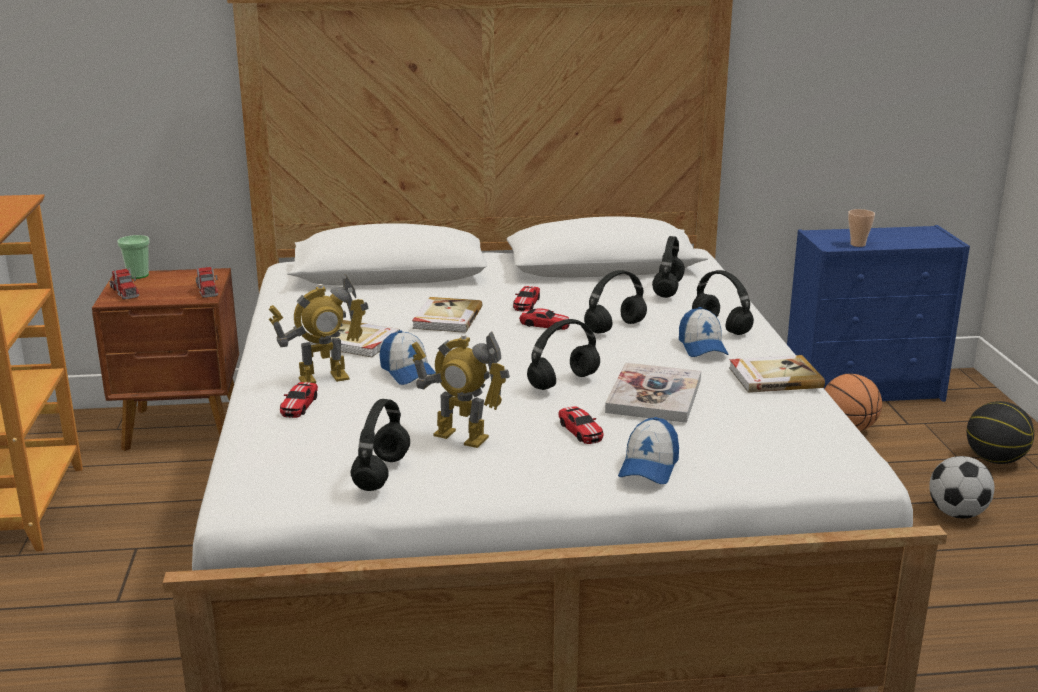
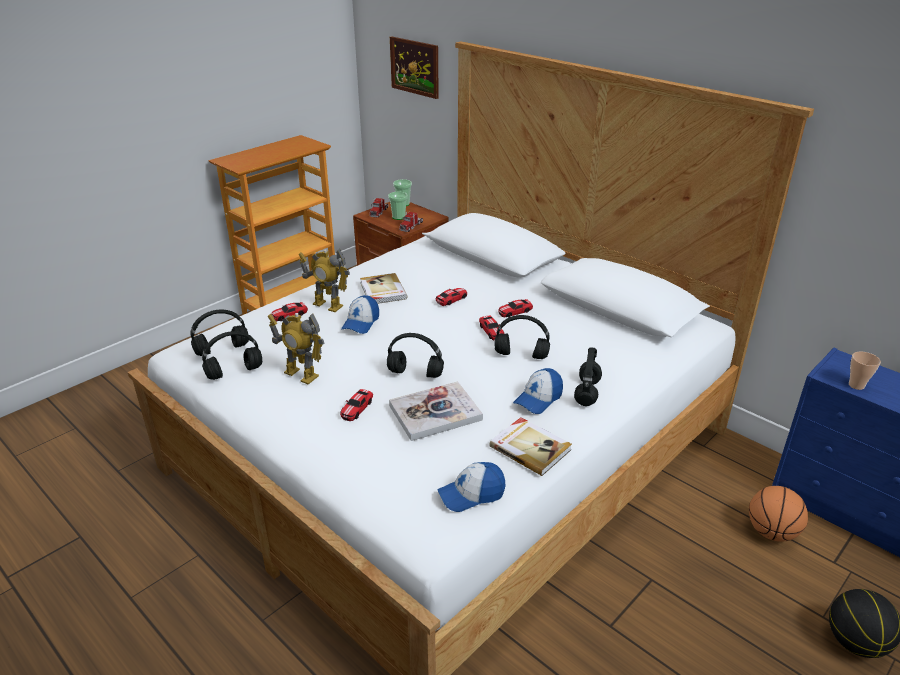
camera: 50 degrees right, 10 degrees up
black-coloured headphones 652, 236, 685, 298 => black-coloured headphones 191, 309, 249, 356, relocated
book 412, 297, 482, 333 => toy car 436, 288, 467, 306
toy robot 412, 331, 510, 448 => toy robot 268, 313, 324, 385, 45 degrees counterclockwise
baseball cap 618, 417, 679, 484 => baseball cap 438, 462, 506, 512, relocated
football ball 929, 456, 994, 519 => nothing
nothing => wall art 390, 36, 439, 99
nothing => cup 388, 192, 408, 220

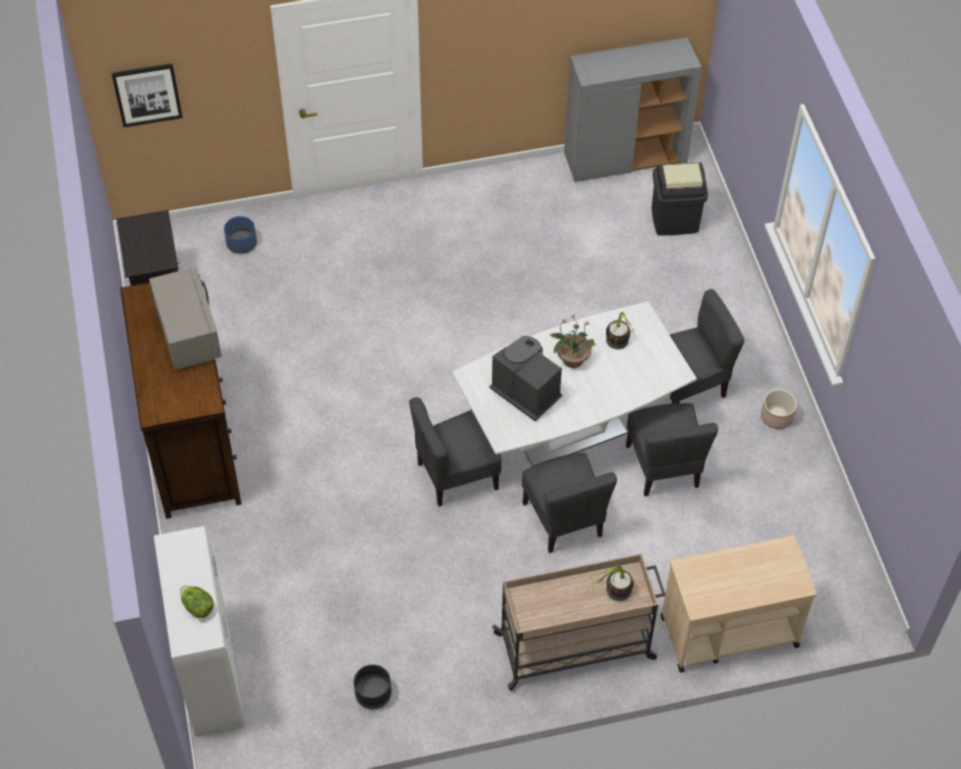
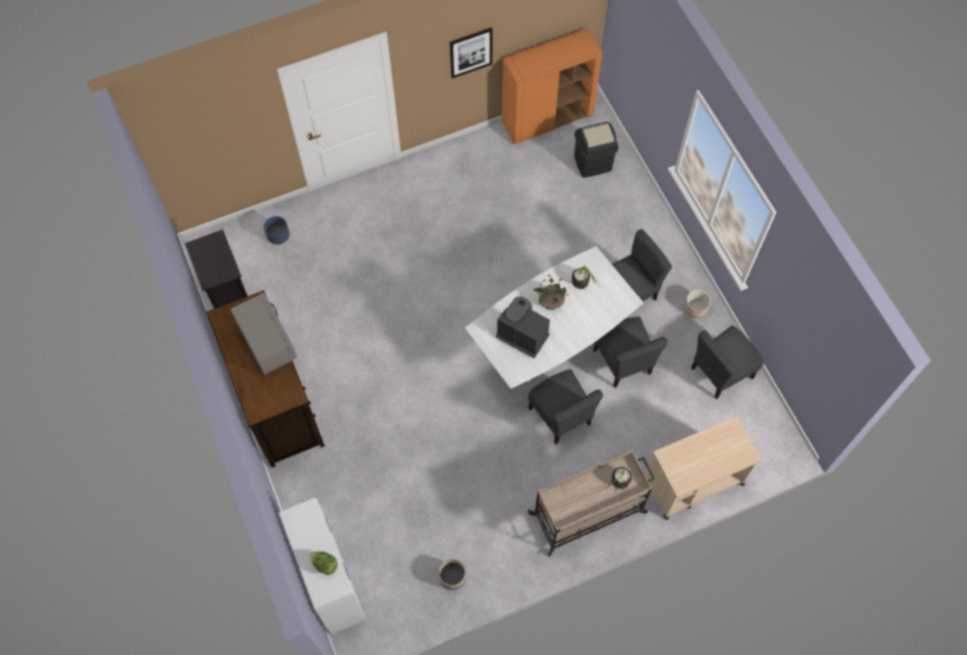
camera: 10 degrees left, 10 degrees up
greyish storage cabinet 564, 37, 702, 182 => orange storage cabinet 502, 29, 602, 145
wall art 111, 63, 183, 127 => wall art 450, 27, 493, 79, relocated
greyish chair 409, 397, 502, 507 => greyish chair 691, 325, 764, 399, relocated
black-coloured flower pot 354, 665, 391, 709 => beige flower pot 439, 559, 466, 590

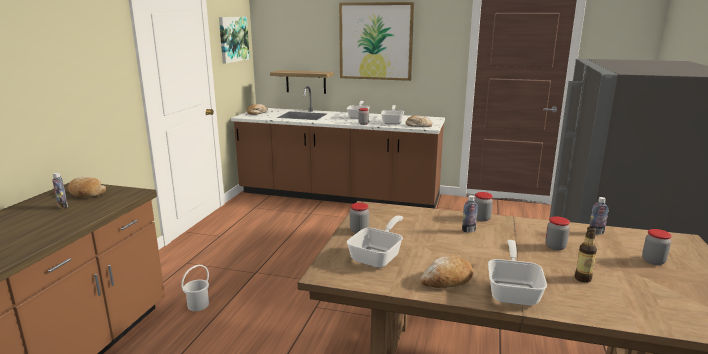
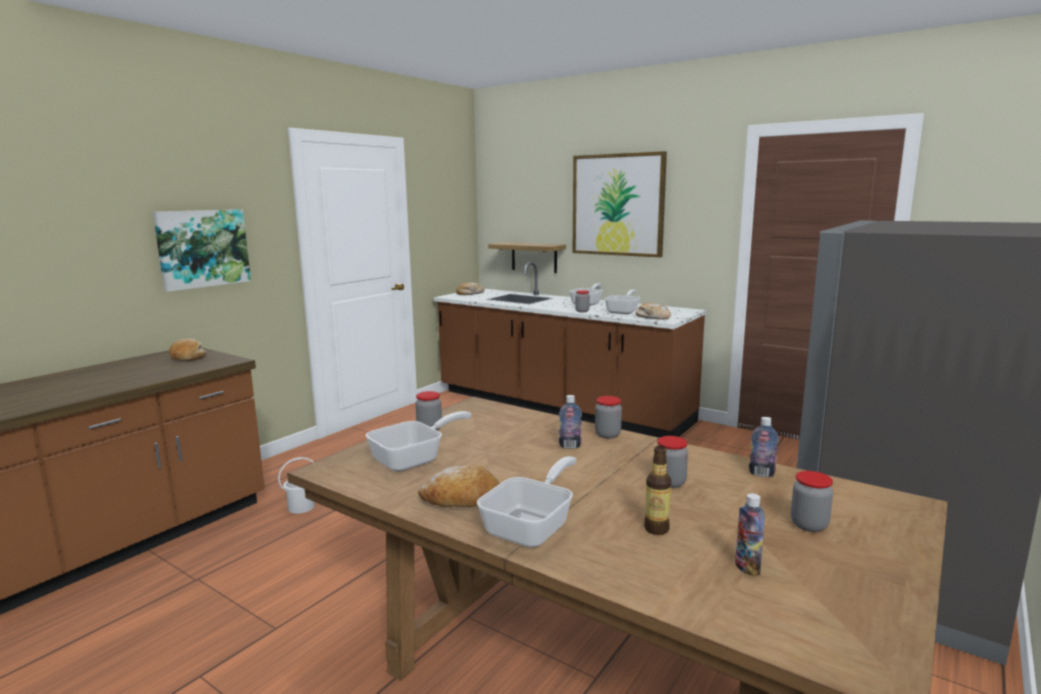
camera: 20 degrees right, 5 degrees down
wall art 219, 17, 250, 64 => wall art 153, 209, 251, 292, relocated
beverage bottle 52, 172, 68, 210 => beverage bottle 735, 493, 765, 576, relocated

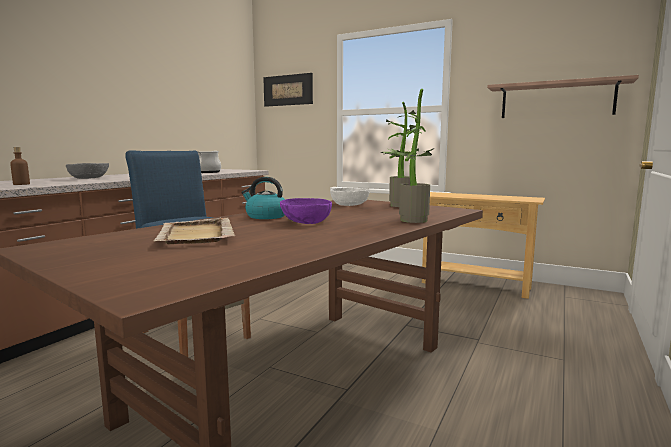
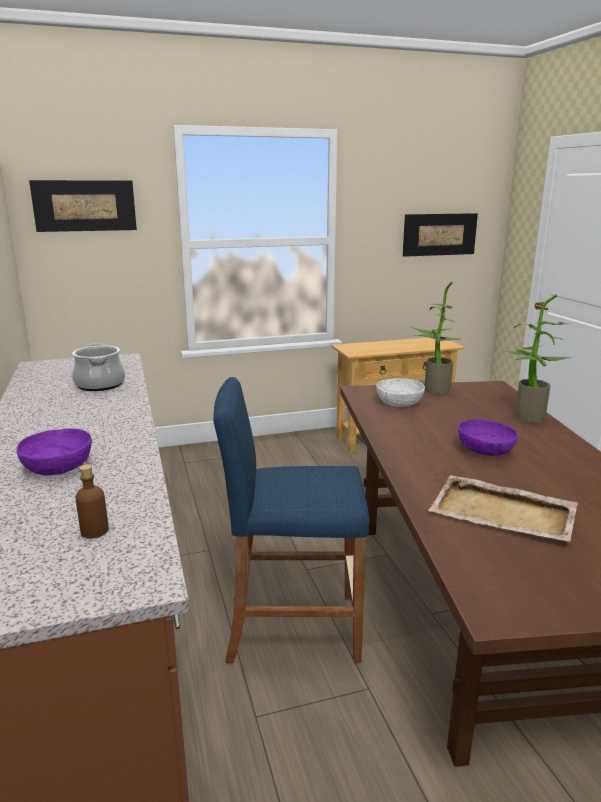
camera: 45 degrees left, 10 degrees up
bracket shelf 487, 75, 639, 118 => wall art 403, 213, 478, 257
greyish deep dish 66, 163, 109, 179 => purplish deep dish 16, 429, 92, 475
kettle 241, 177, 285, 219 => nothing

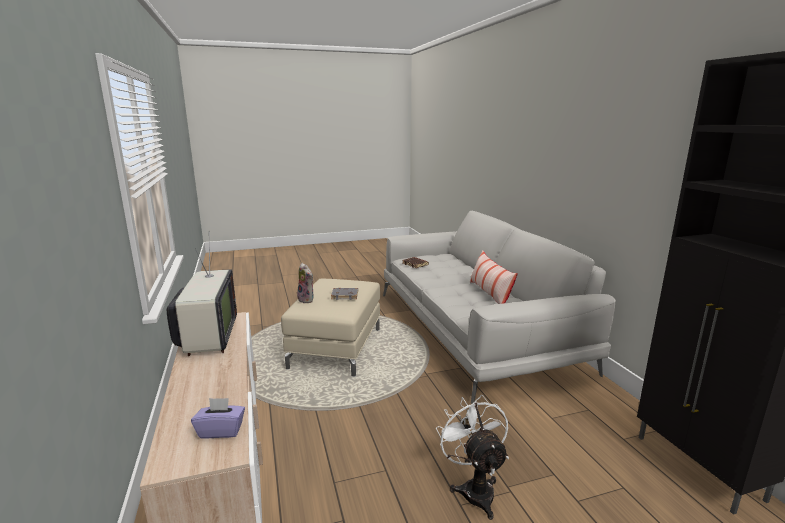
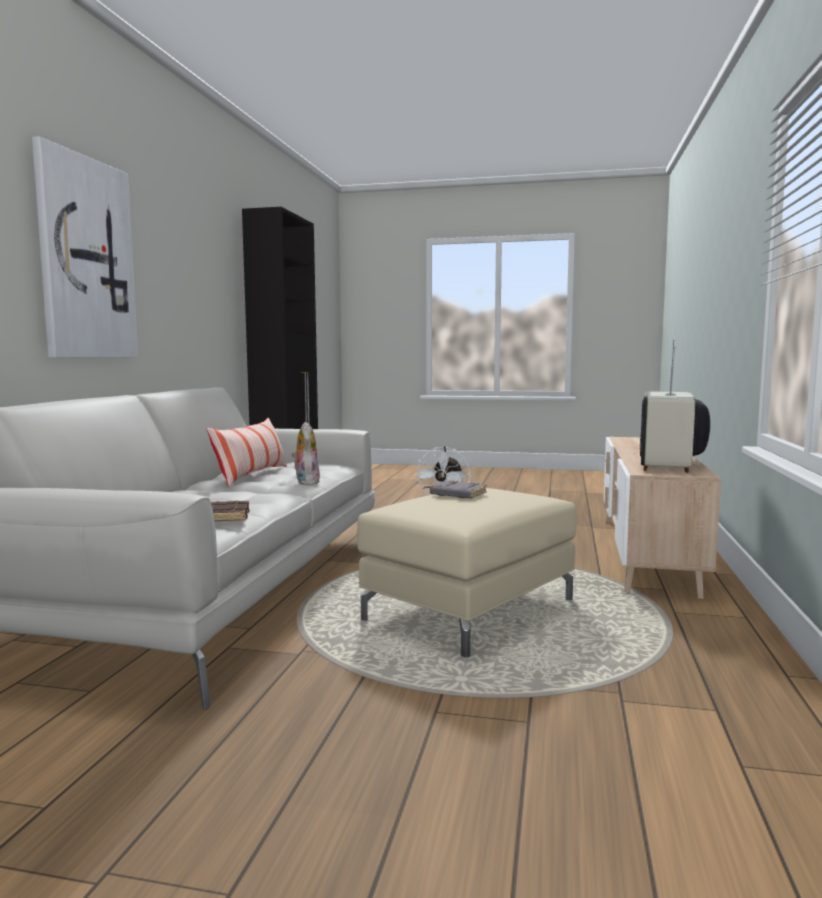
camera: 150 degrees left, 10 degrees down
cuddly toy 297, 263, 314, 304 => cuddly toy 291, 422, 320, 485, relocated
purplish tissue holder 191, 398, 245, 439 => nothing
nothing => wall art 32, 136, 138, 358

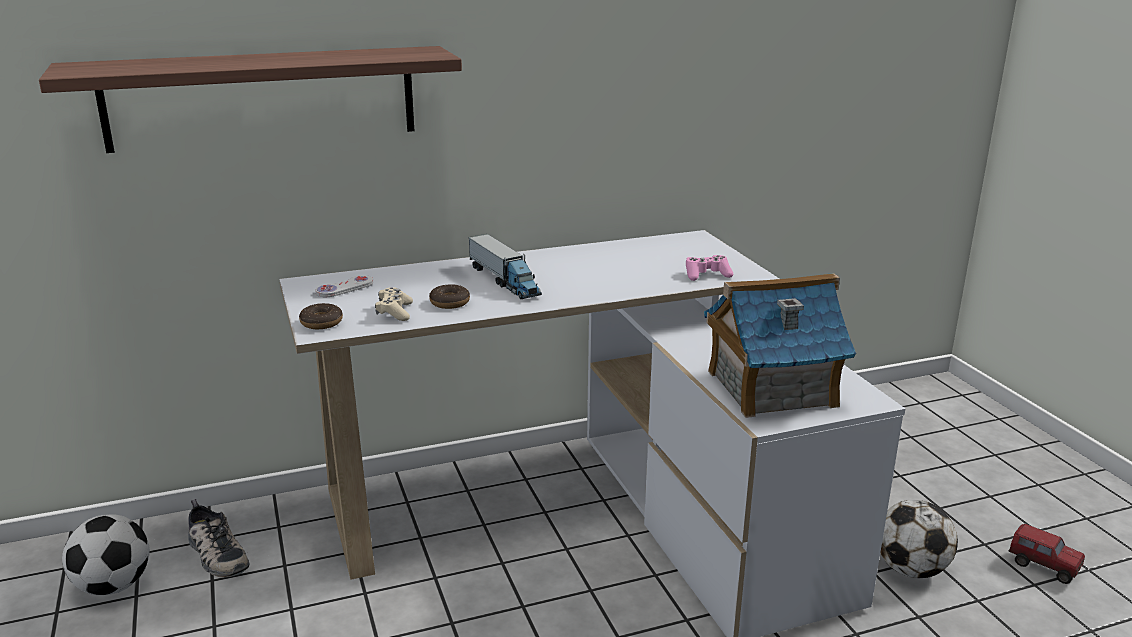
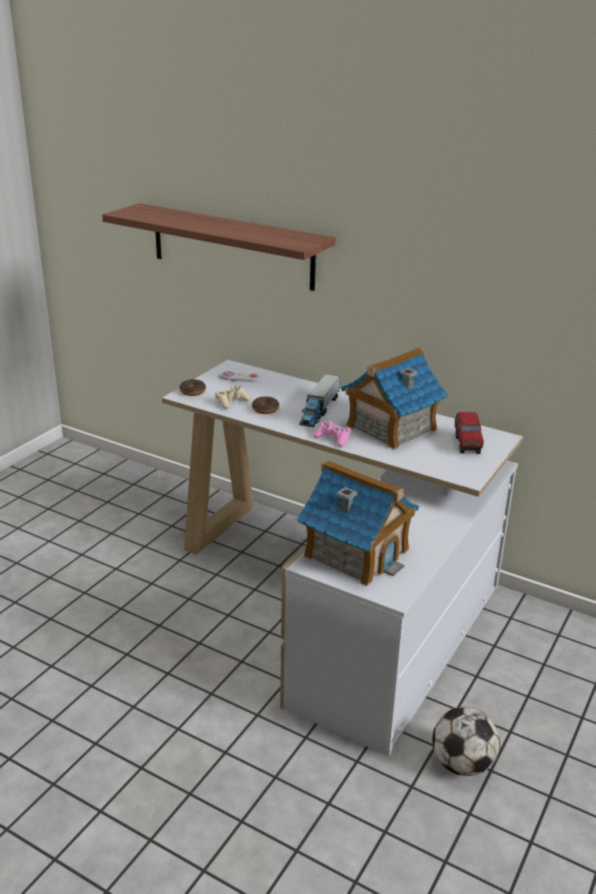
camera: 50 degrees right, 5 degrees up
pink-coloured gamepad 686, 255, 733, 281 => pink-coloured gamepad 313, 421, 351, 447, relocated
shoe 188, 499, 249, 578 => nothing
football ball 62, 515, 150, 595 => nothing
model truck 1008, 524, 1085, 584 => model truck 455, 412, 484, 454, relocated
nothing => model house 341, 347, 448, 449

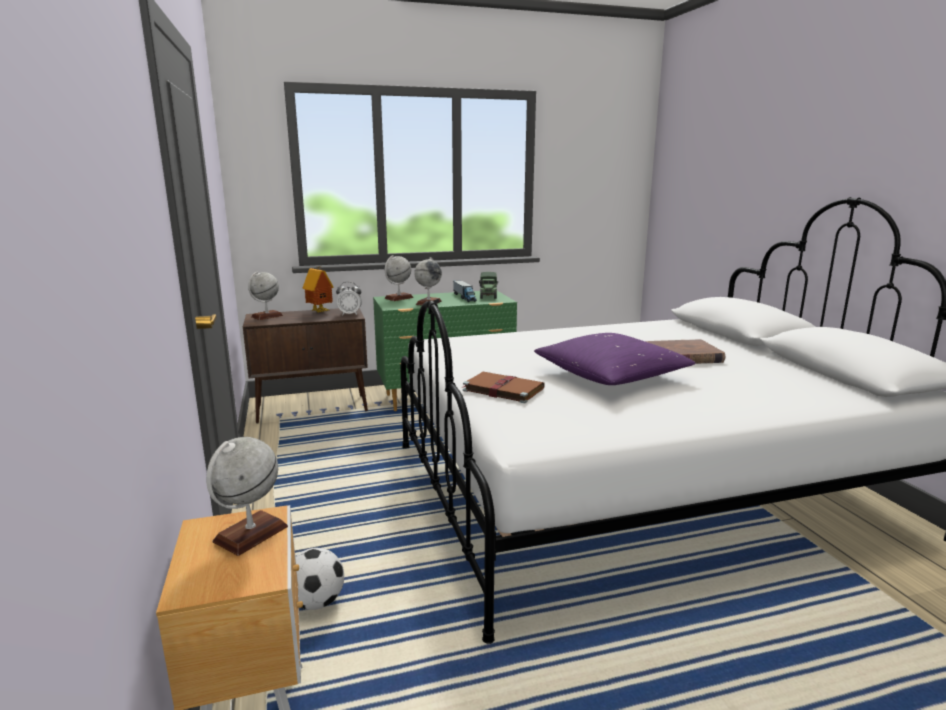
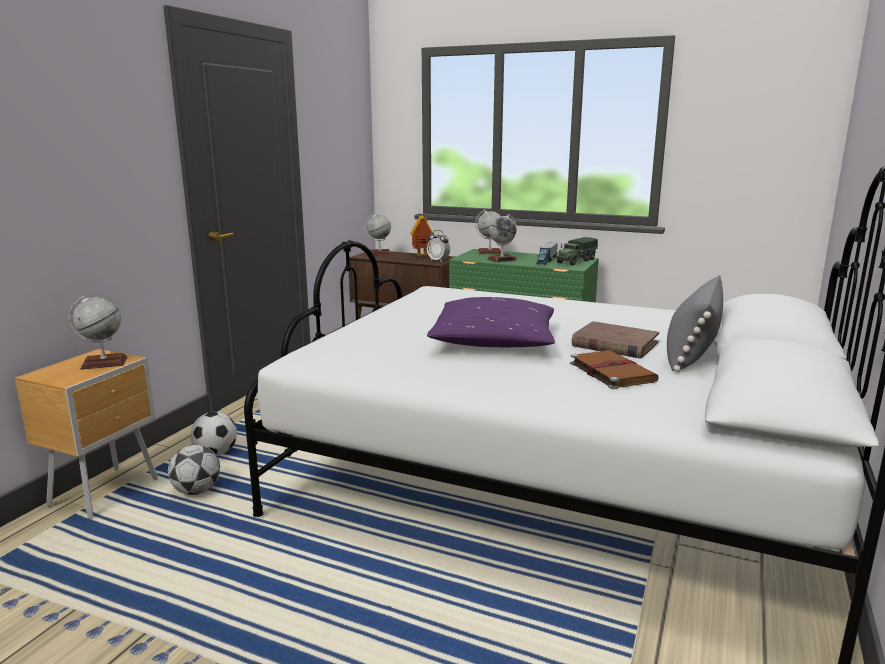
camera: 40 degrees right, 0 degrees up
brown book 463, 372, 545, 403 => brown book 570, 350, 659, 389, relocated
nothing => greyish cushion 667, 275, 723, 372
nothing => football ball 168, 445, 220, 495

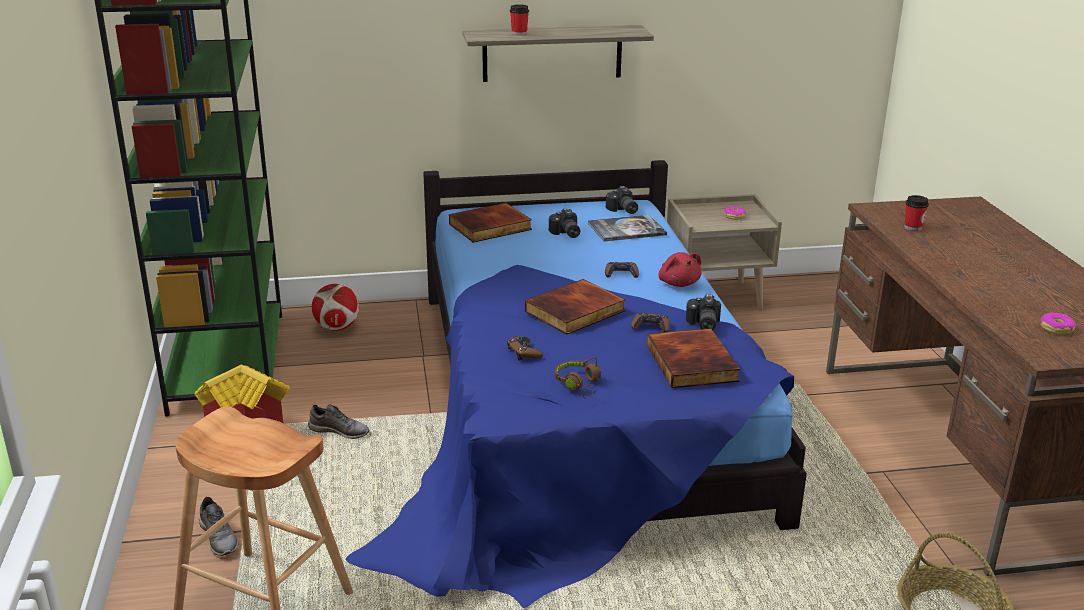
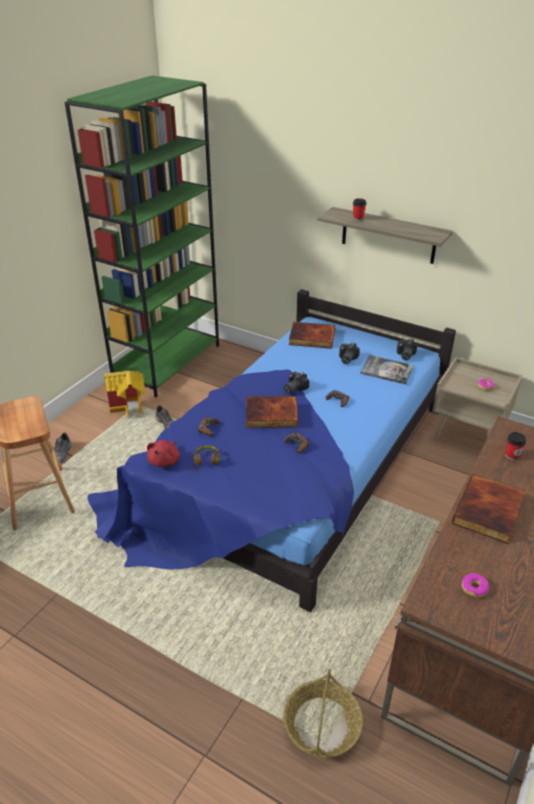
camera: 40 degrees right, 10 degrees up
red-coloured cuddly toy 659, 252, 702, 287 => red-coloured cuddly toy 147, 440, 180, 467, relocated
football ball 312, 284, 359, 331 => nothing
still camera 686, 294, 721, 330 => still camera 284, 372, 309, 393, relocated
book 647, 328, 740, 388 => book 452, 474, 525, 544, relocated

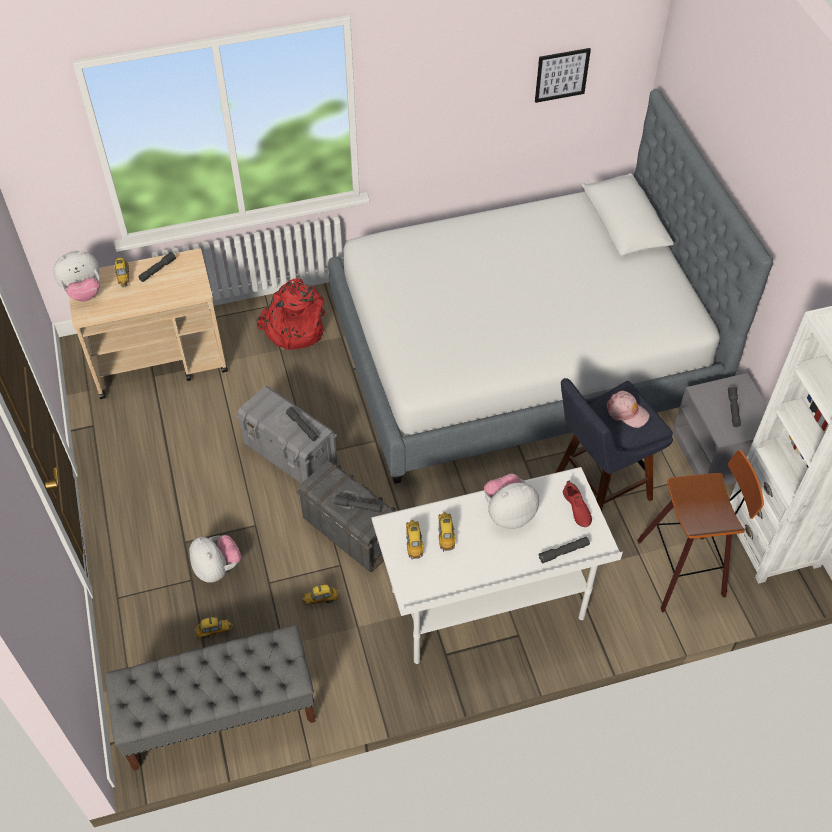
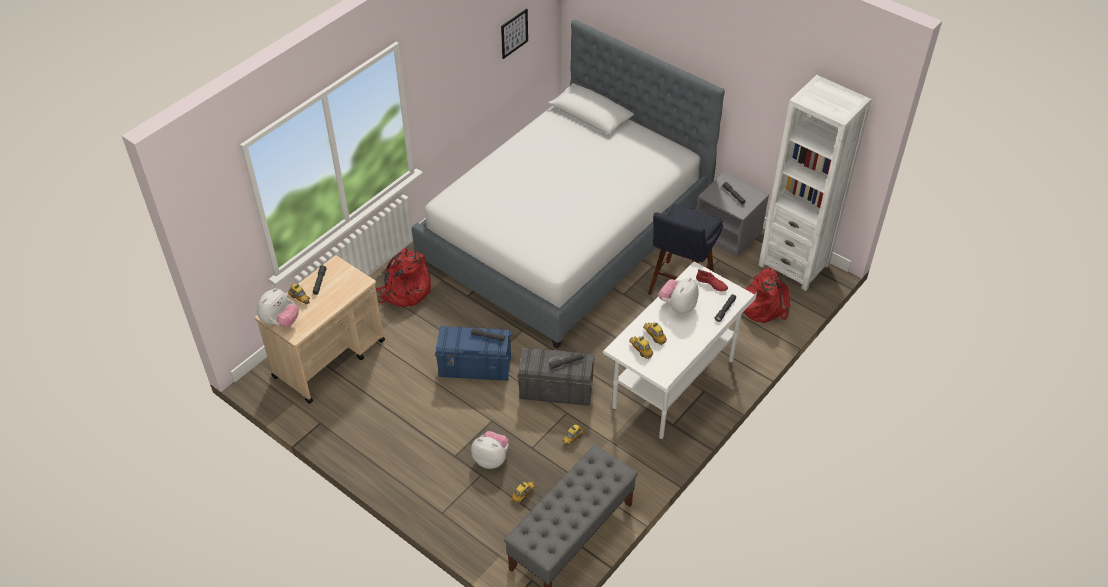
camera: 35 degrees left, 5 degrees down
greyish storage container 236, 386, 337, 483 => blue-coloured storage container 435, 326, 511, 381
pink-coloured baseball cap 606, 391, 650, 428 => nothing
stool 637, 450, 764, 612 => red-coloured backpack 744, 267, 790, 323

